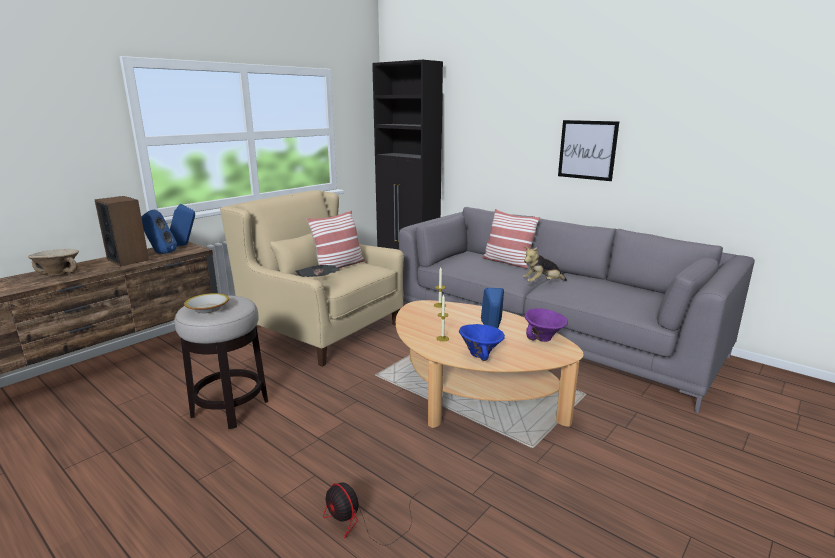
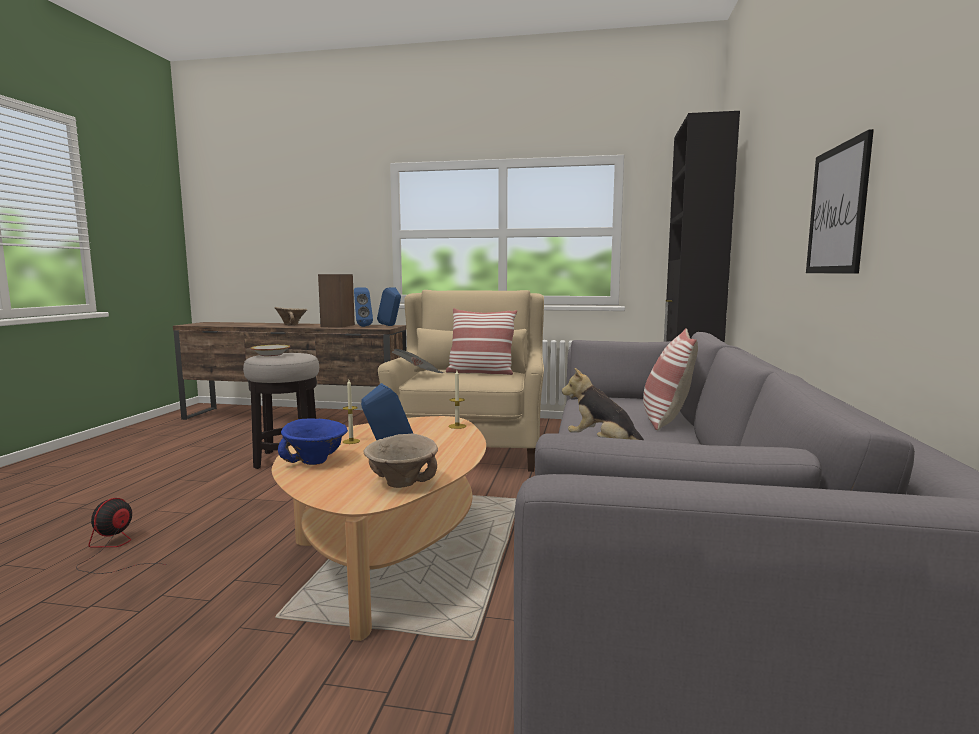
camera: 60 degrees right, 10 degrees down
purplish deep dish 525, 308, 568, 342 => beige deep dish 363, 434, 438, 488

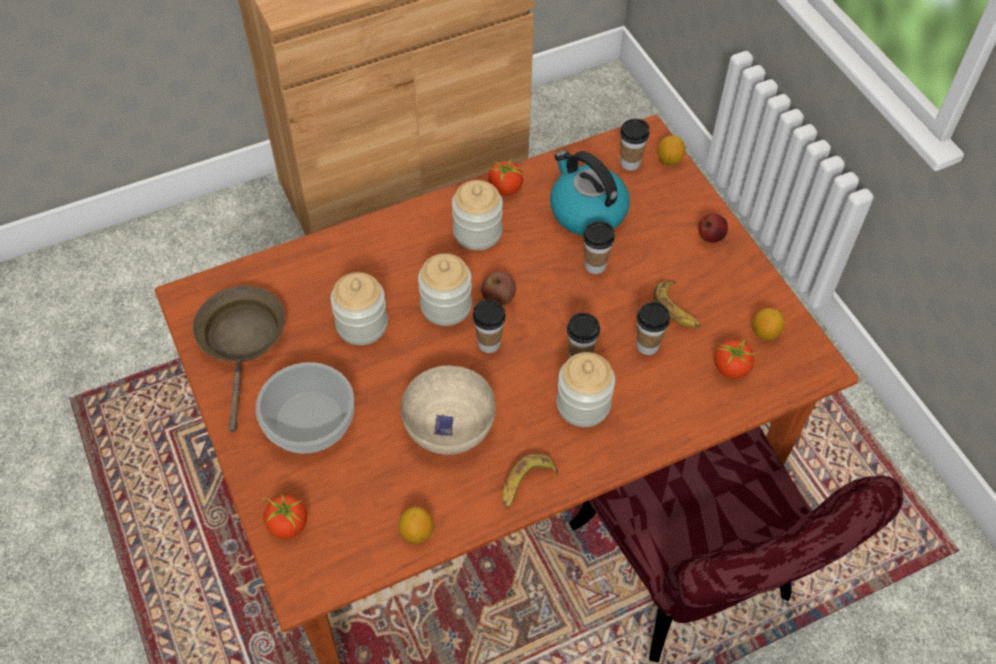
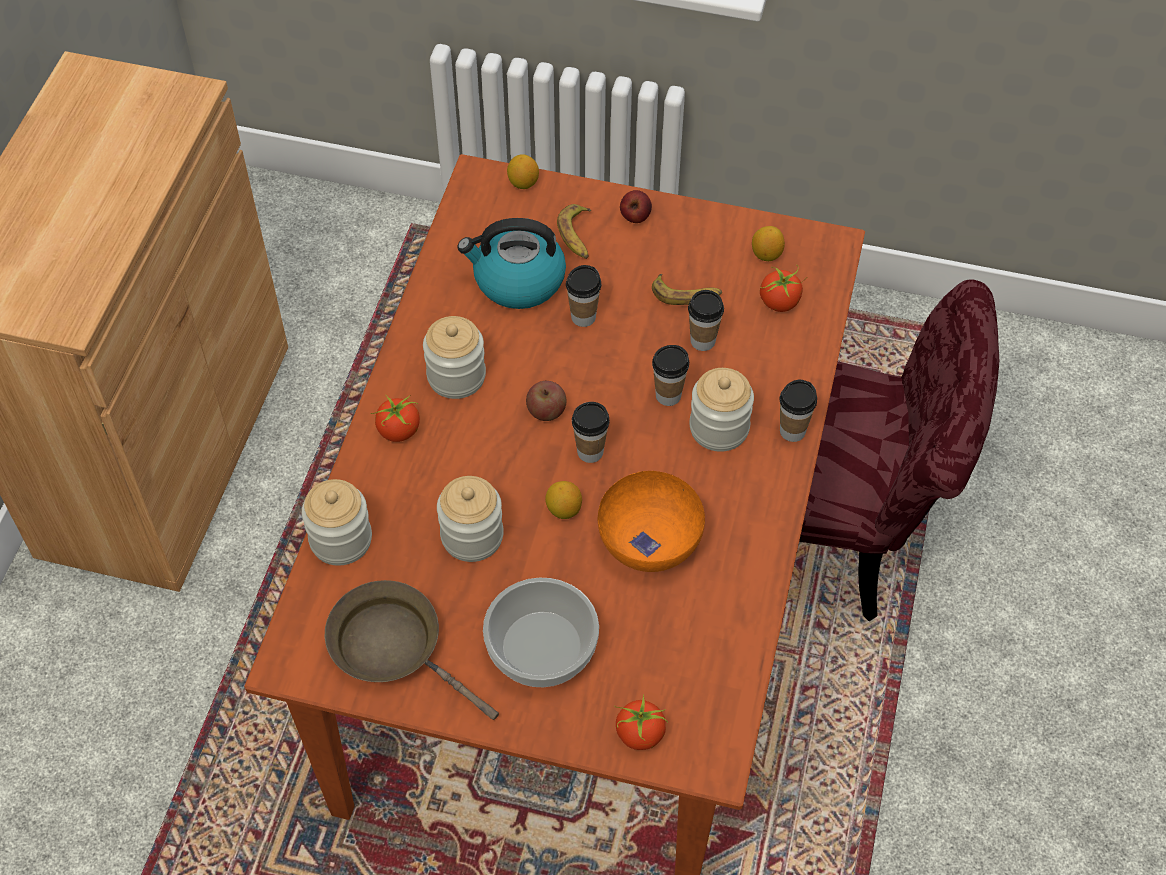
camera: 50 degrees left, 0 degrees up
cup 620, 119, 650, 171 => cup 780, 380, 817, 442, relocated
whole tomato 487, 158, 524, 196 => whole tomato 370, 395, 420, 442, relocated
jar 418, 254, 472, 326 => jar 302, 479, 372, 566, relocated
beige deep dish 401, 366, 495, 455 => orange deep dish 598, 471, 705, 572
banana fruit 503, 453, 558, 509 => banana fruit 557, 204, 591, 259, relocated
lemon 399, 507, 434, 544 => lemon 545, 481, 582, 519, relocated

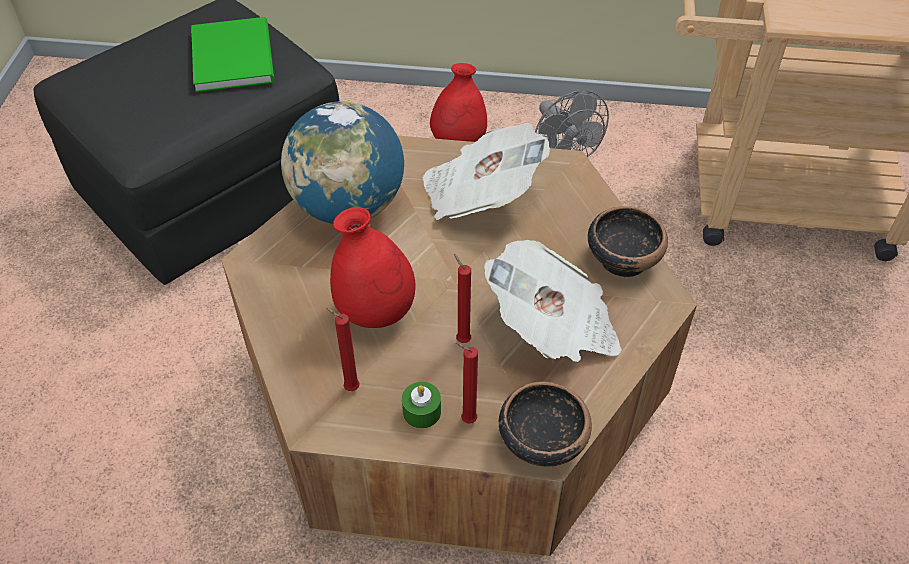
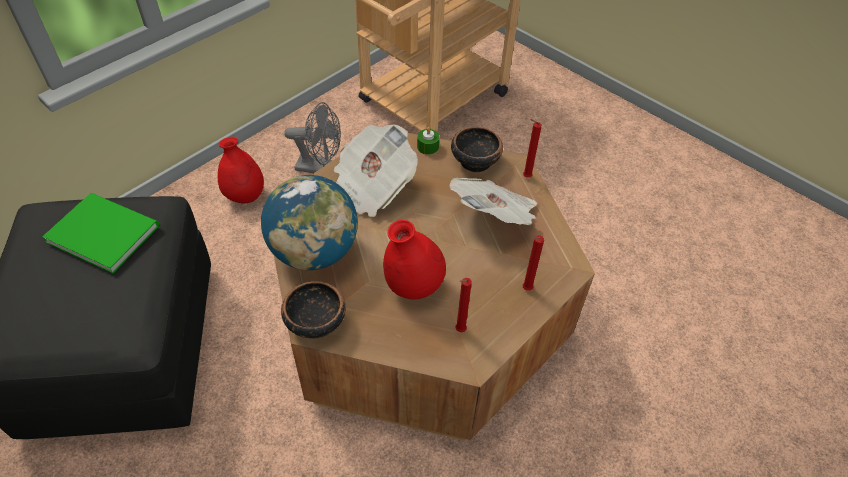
camera: 55 degrees left, 0 degrees up
red-coloured wax light 454, 254, 471, 343 => red-coloured wax light 523, 119, 542, 178, relocated
deep dish 499, 381, 592, 467 => deep dish 281, 281, 346, 339, relocated
greenish wax light 402, 382, 441, 428 => greenish wax light 417, 127, 440, 155, relocated

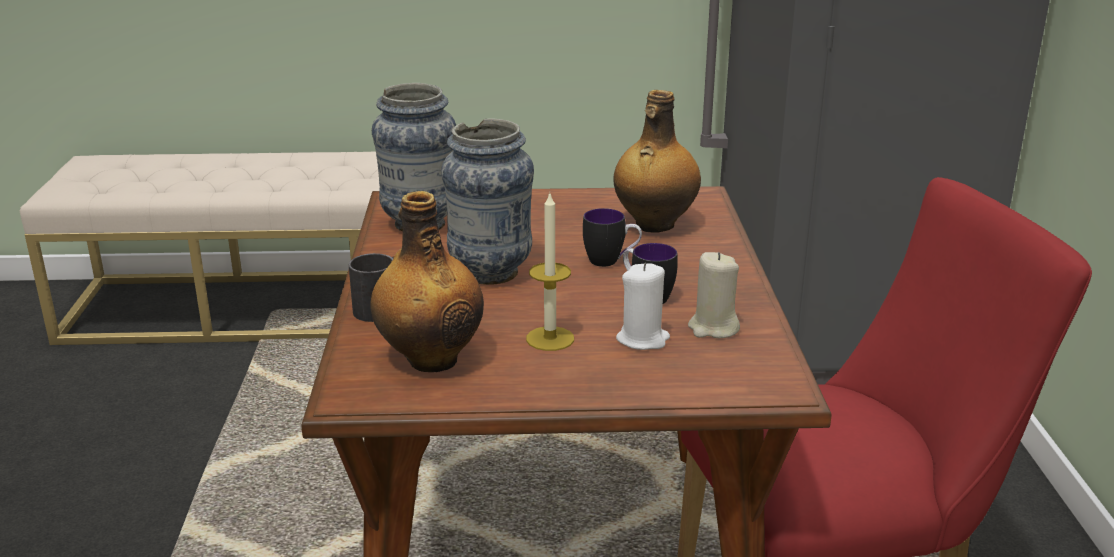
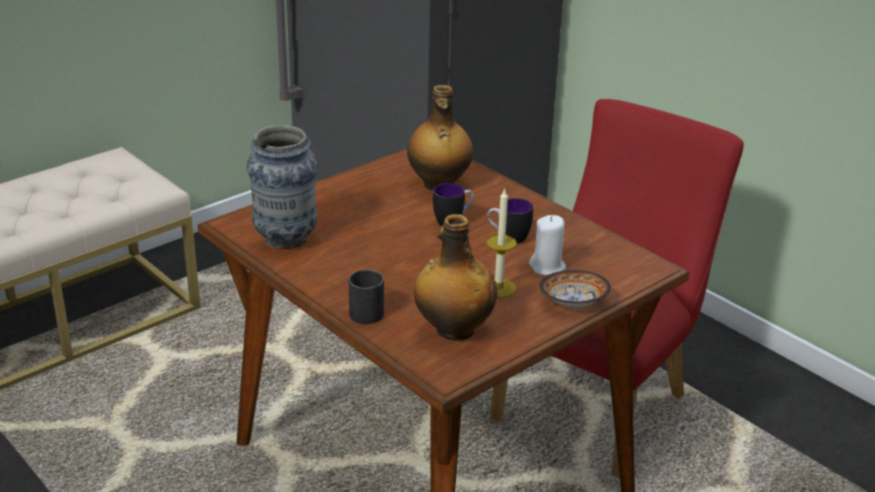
camera: 40 degrees left, 5 degrees up
vase 441, 118, 534, 285 => nothing
beige wax light 688, 252, 740, 338 => nothing
nothing => deep dish 539, 270, 611, 307

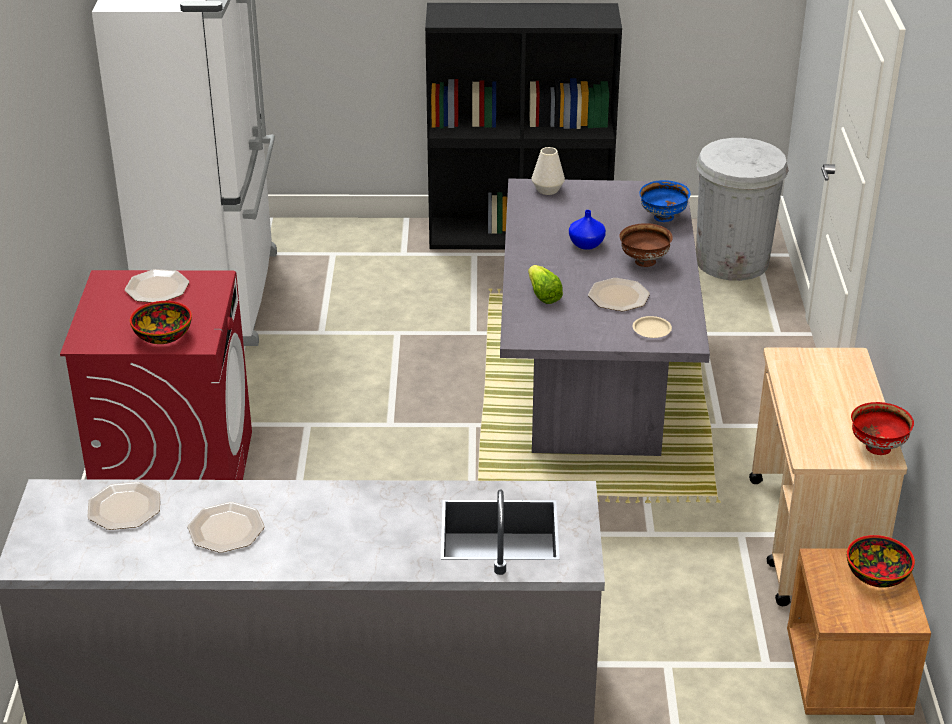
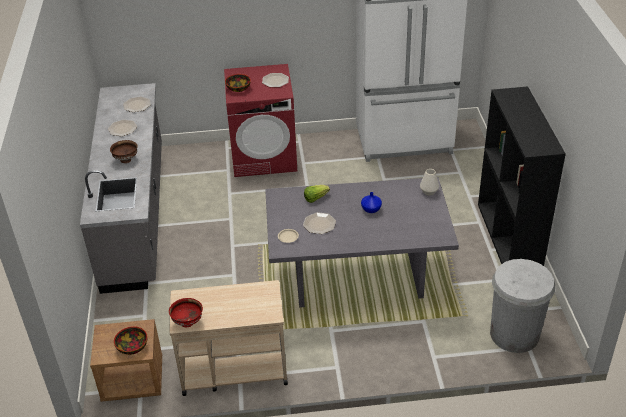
camera: 85 degrees right, 5 degrees up
blue-coloured deep dish 639, 180, 691, 222 => nothing
brown deep dish 619, 223, 673, 267 => brown deep dish 110, 140, 138, 163, relocated

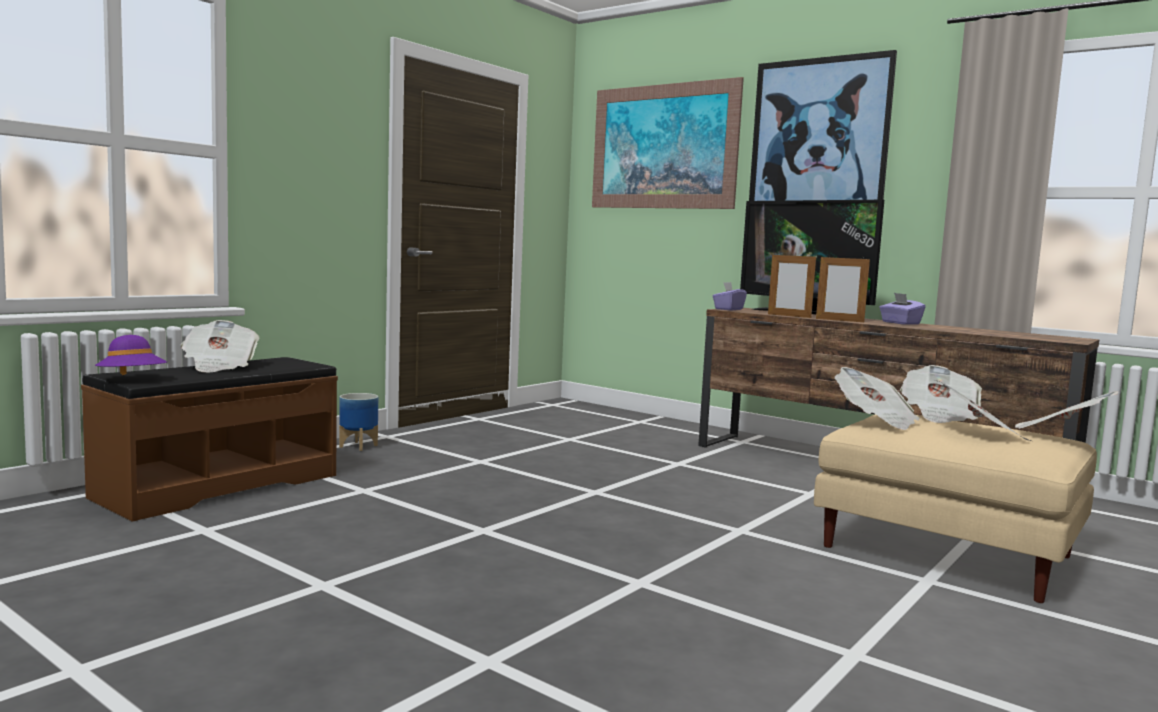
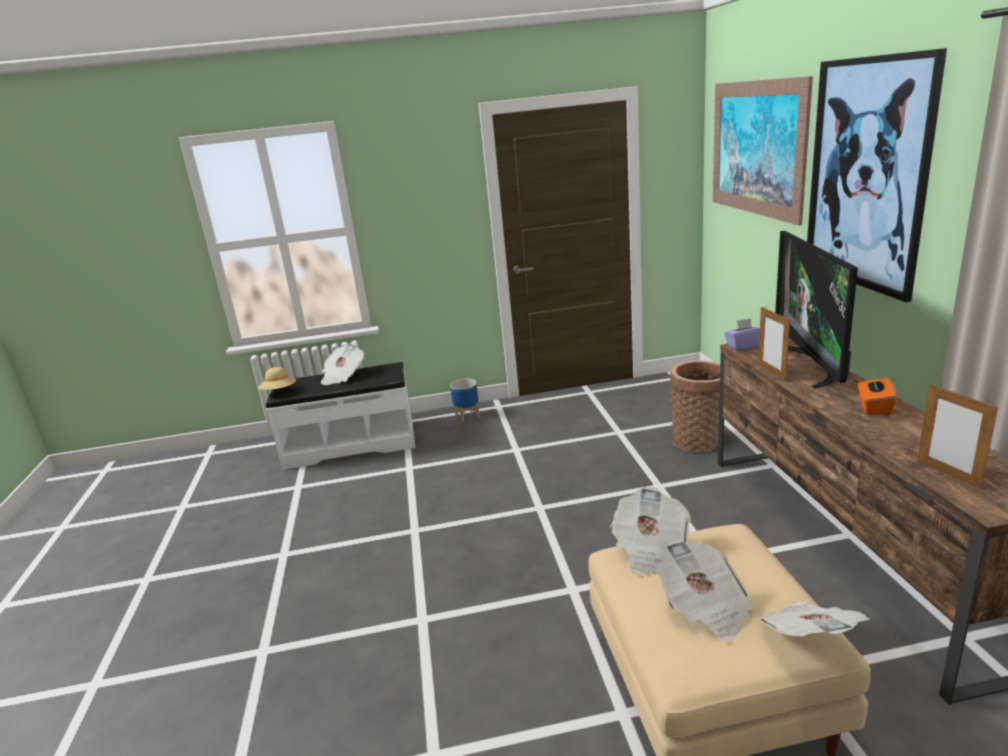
camera: 45 degrees right, 15 degrees up
picture frame 816, 255, 870, 322 => picture frame 917, 384, 998, 489, relocated
purplish tissue holder 879, 293, 926, 325 => orange tissue holder 858, 373, 897, 415
purplish hat 95, 335, 167, 375 => beige hat 258, 367, 296, 390
brown long seat 81, 357, 338, 522 => white-coloured long seat 266, 362, 415, 470
newspaper 900, 365, 982, 423 => nothing
nothing => basket 670, 360, 720, 453

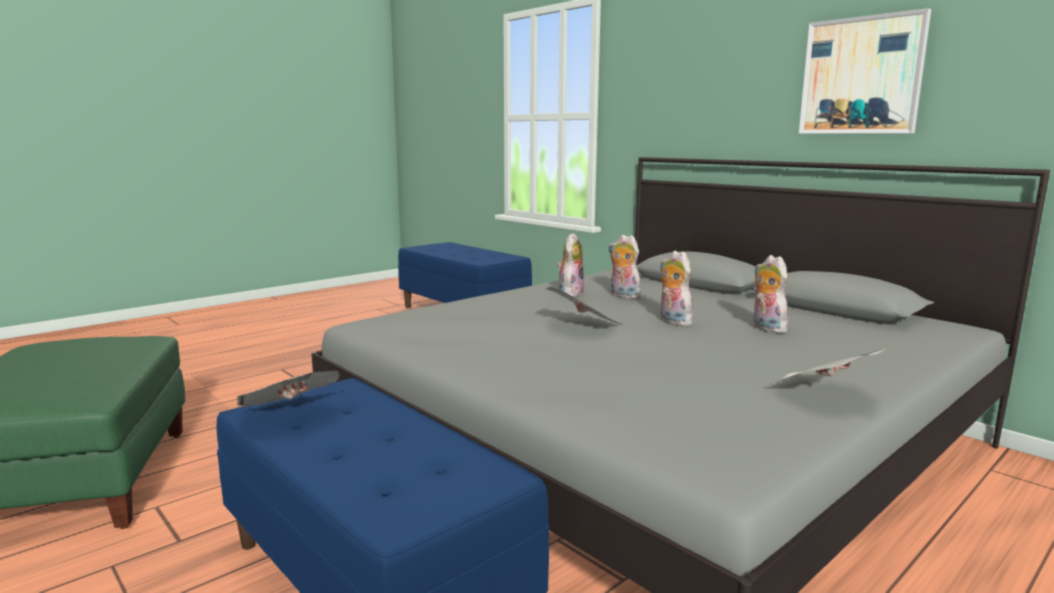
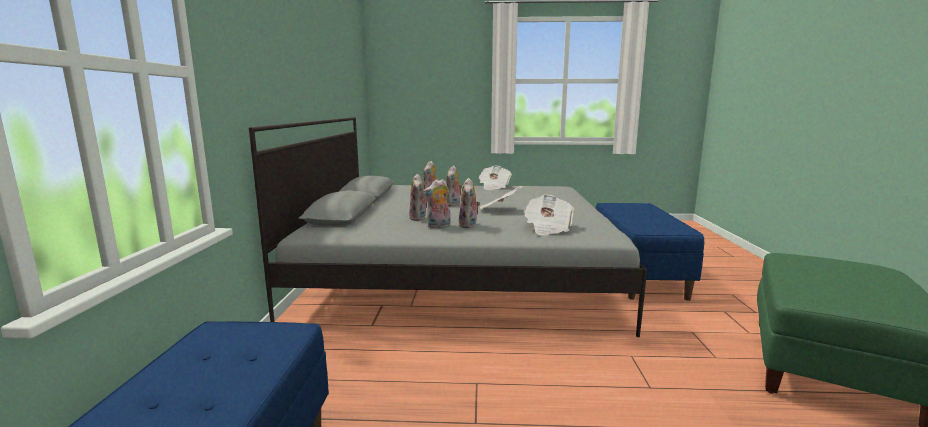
camera: 135 degrees left, 0 degrees up
wall art 799, 8, 931, 134 => nothing
newspaper 237, 371, 340, 407 => newspaper 524, 194, 574, 235, relocated
nothing => cuddly toy 459, 178, 480, 228

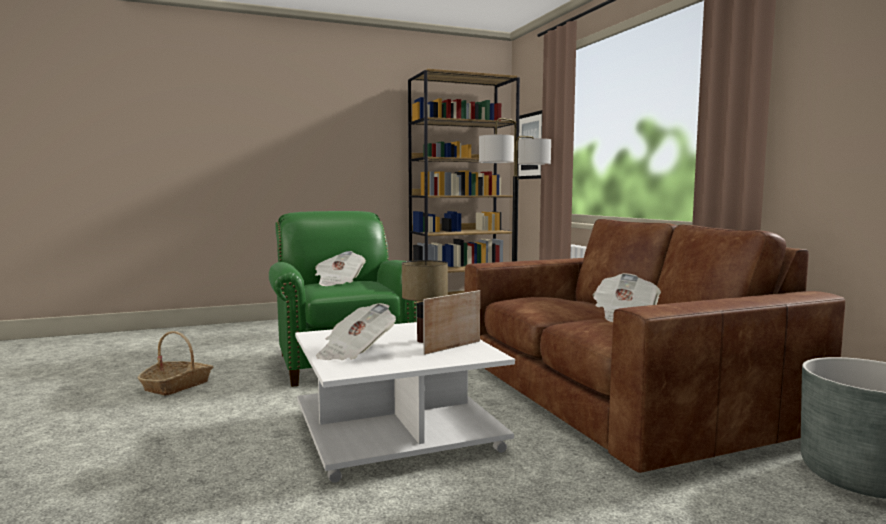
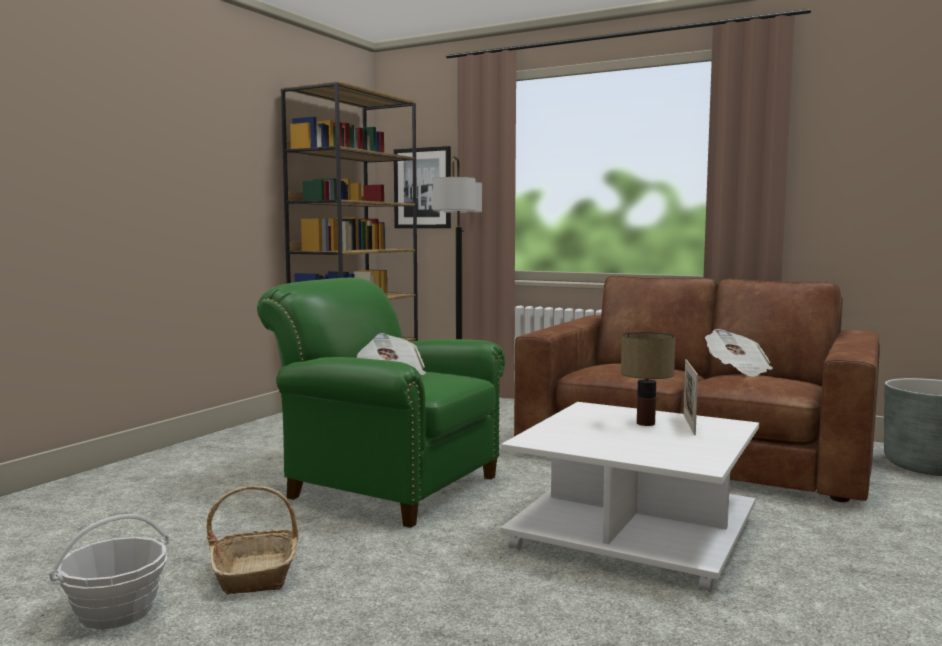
camera: 40 degrees left, 0 degrees up
newspaper 316, 303, 396, 360 => nothing
nothing => basket 49, 514, 169, 629

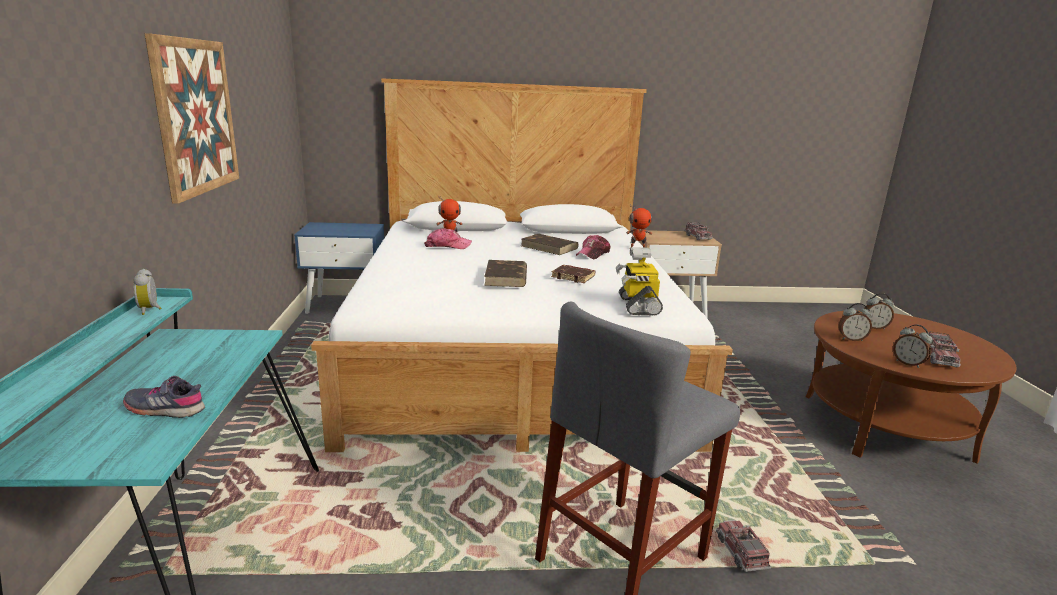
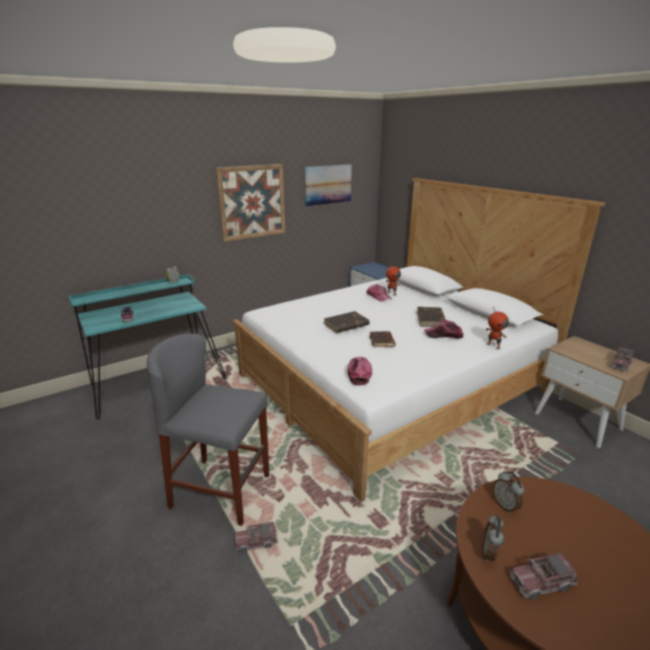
camera: 60 degrees right, 5 degrees up
toy robot 616, 247, 663, 316 => baseball cap 347, 357, 372, 385
table clock 862, 293, 894, 329 => nothing
model truck 716, 520, 771, 572 => model truck 235, 522, 278, 553, 150 degrees counterclockwise
nothing => wall art 305, 164, 352, 207

